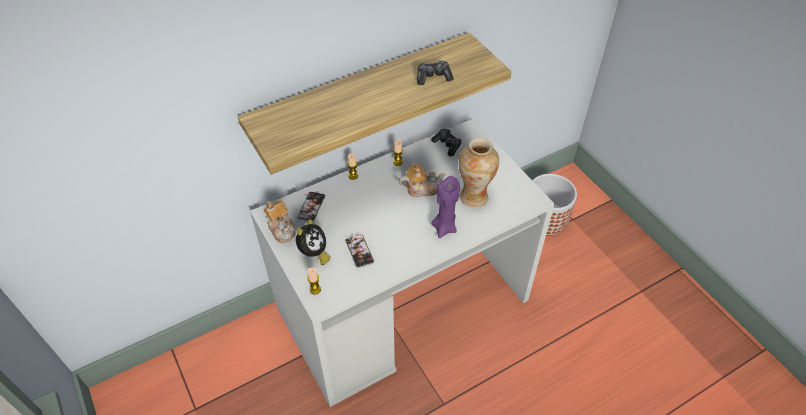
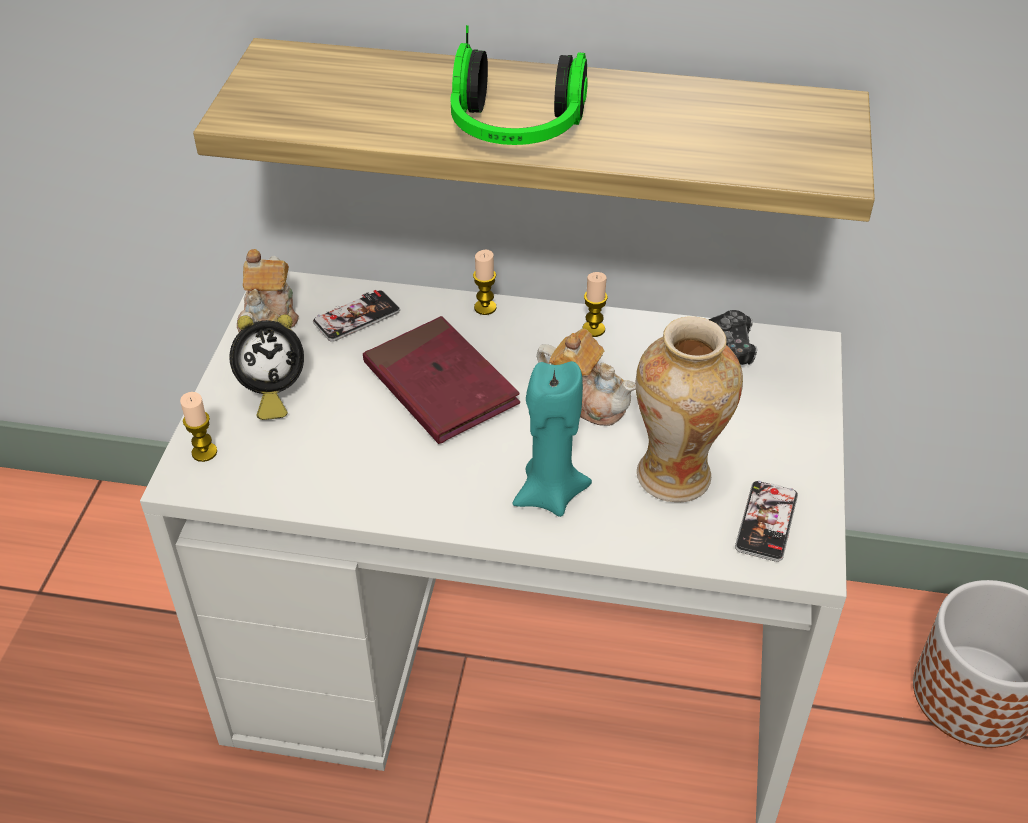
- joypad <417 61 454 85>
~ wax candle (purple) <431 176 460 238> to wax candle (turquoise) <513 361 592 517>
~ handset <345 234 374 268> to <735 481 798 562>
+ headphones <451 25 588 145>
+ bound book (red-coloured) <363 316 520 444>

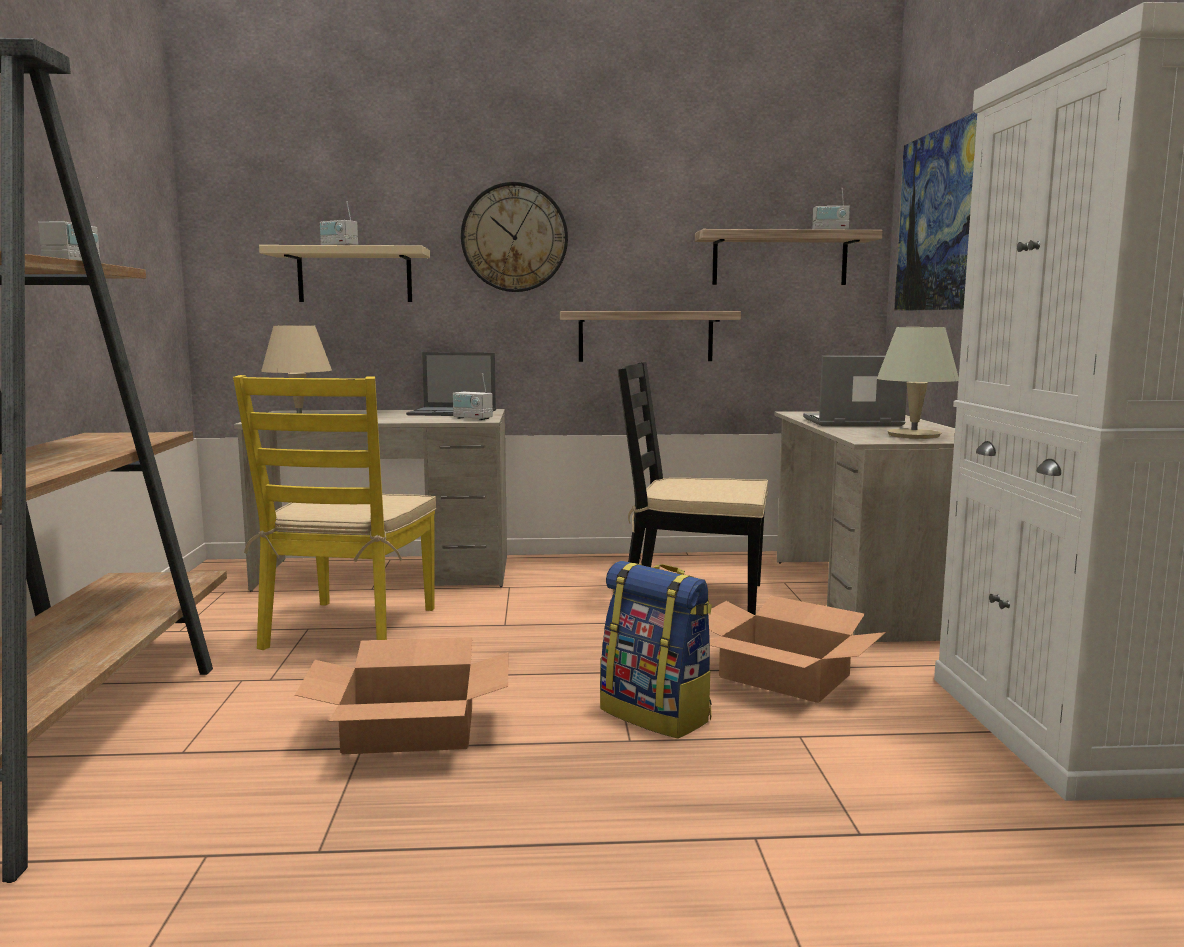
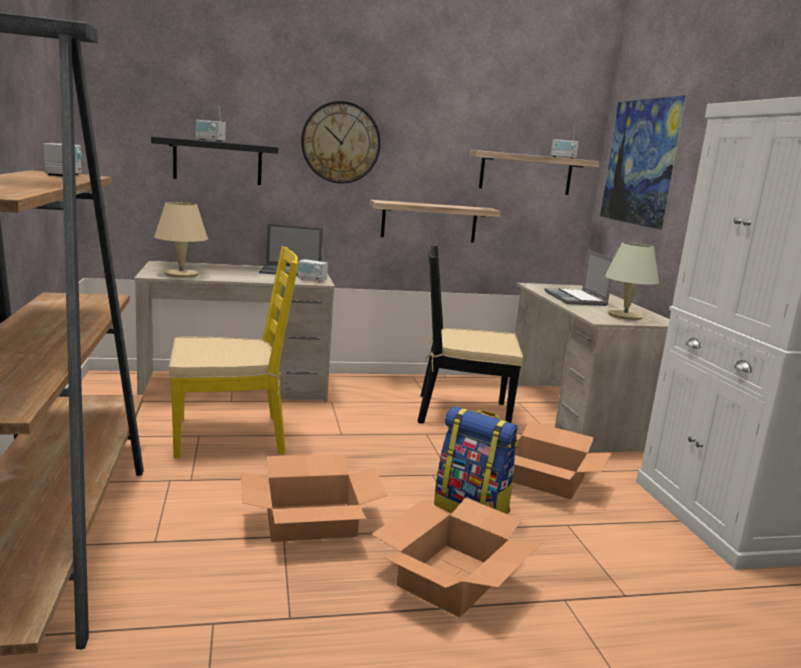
~ shelf (beige) <259 245 430 302> to shelf (black-coloured) <151 136 278 185>
~ laptop <803 356 907 426> = <544 250 614 306> 90 degrees counterclockwise
~ plain chair (yellowish) <233 375 436 650> = <169 246 299 458> 105 degrees counterclockwise
+ packing box <372 498 541 618>

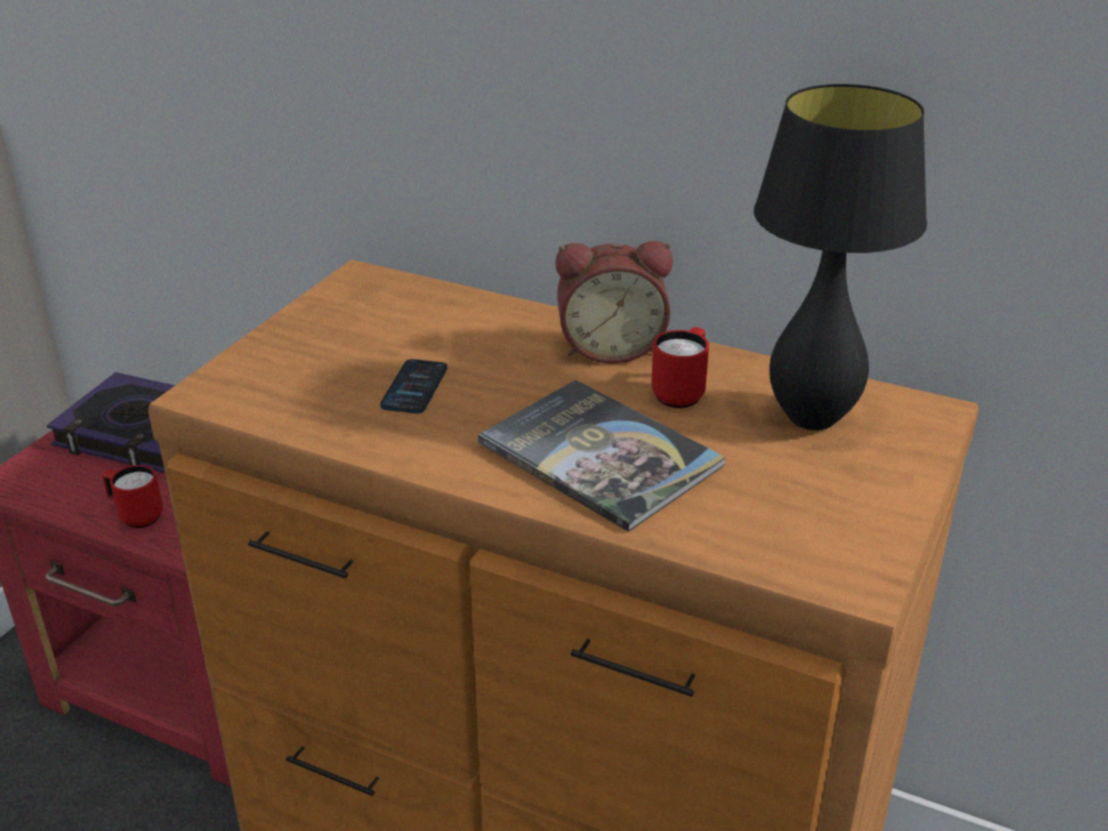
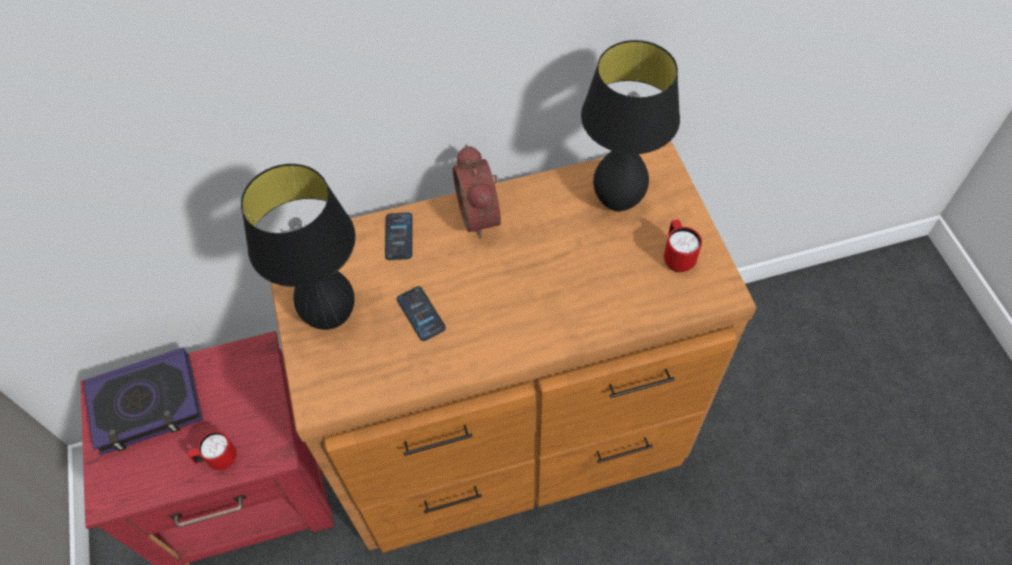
~ table clock <556 241 673 364> = <453 144 501 238> 120 degrees clockwise
~ coffee mug (red-coloured) <651 327 709 408> to <664 219 702 272>
- bound book <478 380 726 532>
+ tabletop lamp (black-coloured) <241 164 356 330>
+ handset <385 212 413 260>

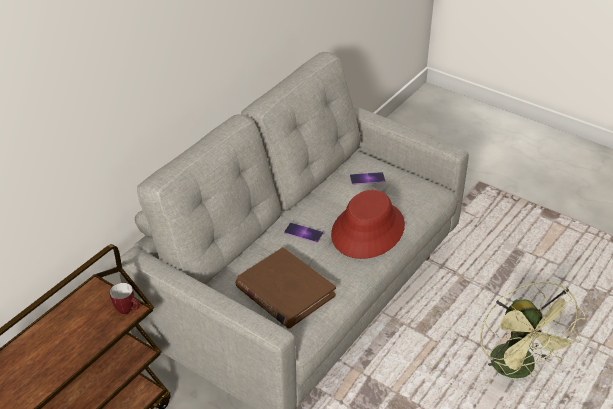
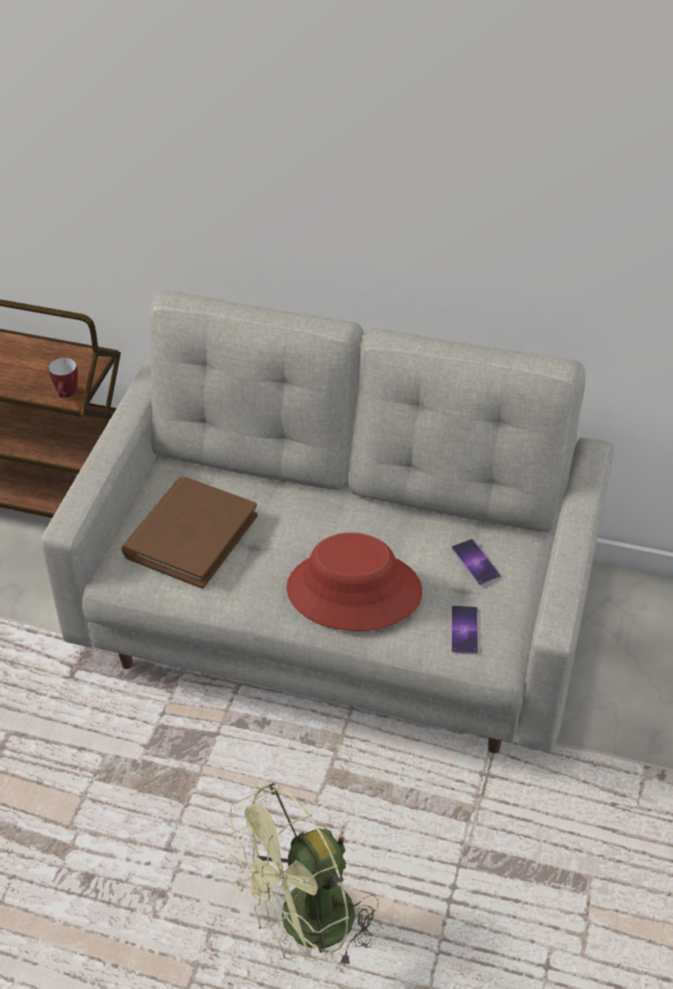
~ handset <284 223 323 243> to <451 606 478 654>

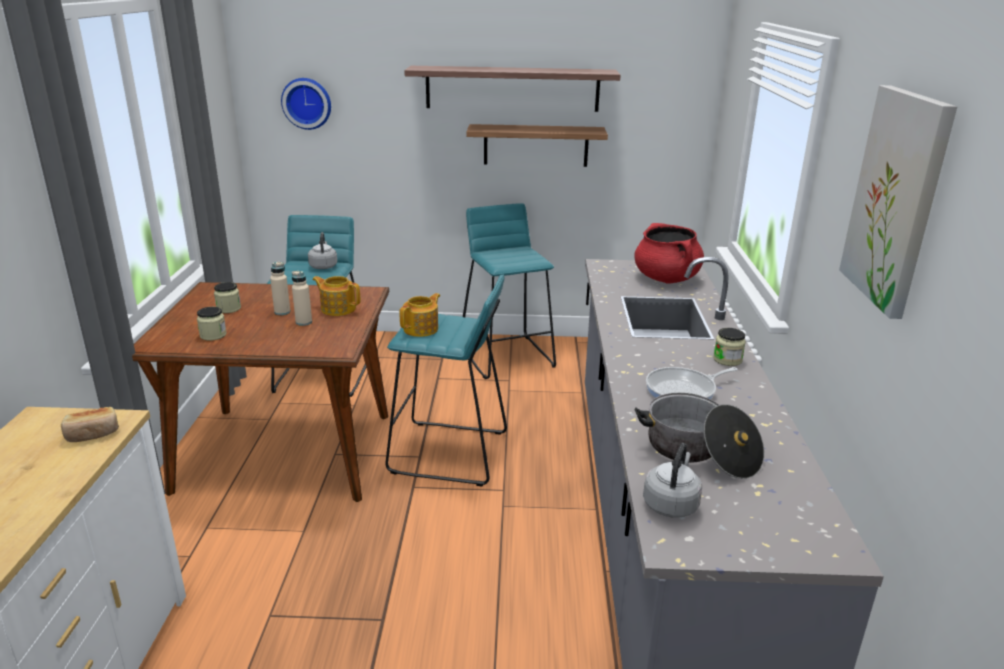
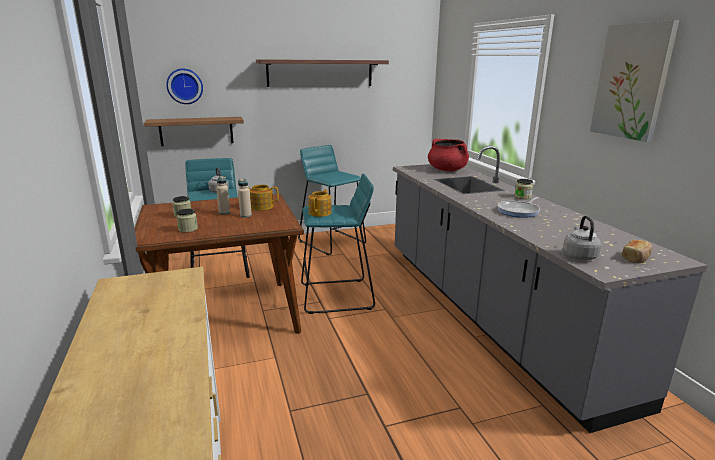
~ shelf <466 124 608 167> to <144 117 244 146>
- cooking pot <634 393 764 479>
~ baked bread <61 407 119 442> to <622 240 652 263>

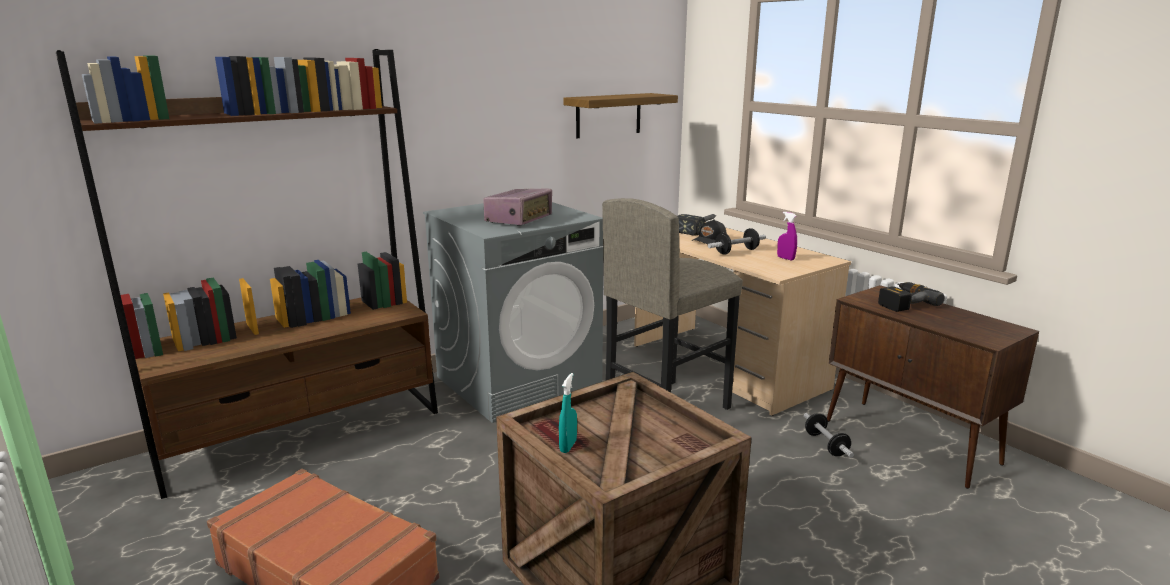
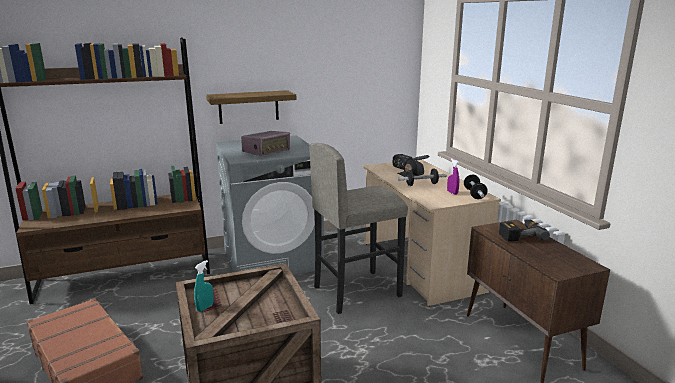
~ shelf <564 93 678 138> to <206 90 296 124>
~ hand weight <804 413 854 458> to <464 174 488 199>

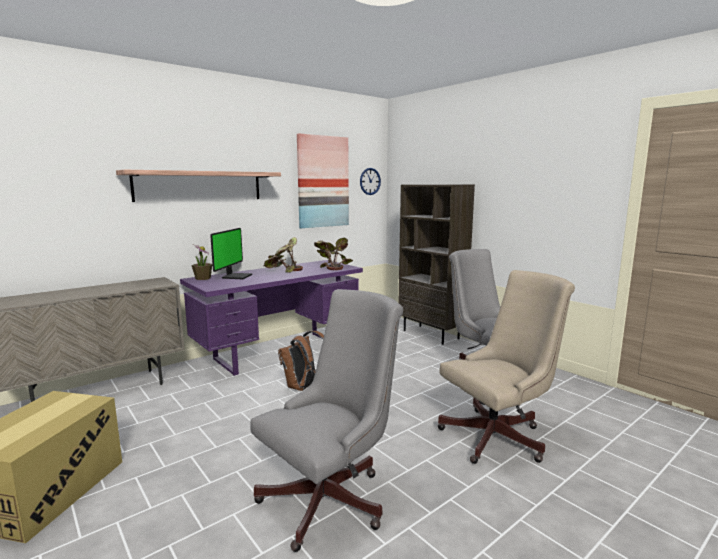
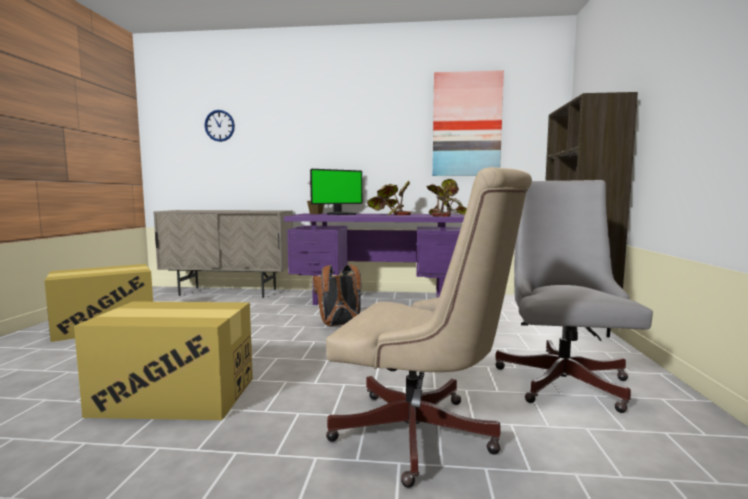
~ hanging clock <360 168 381 195> to <205 110 235 142>
- shelf <116 170 281 202>
~ desk chair (gray) <250 289 403 552> to packing box <74 301 253 420>

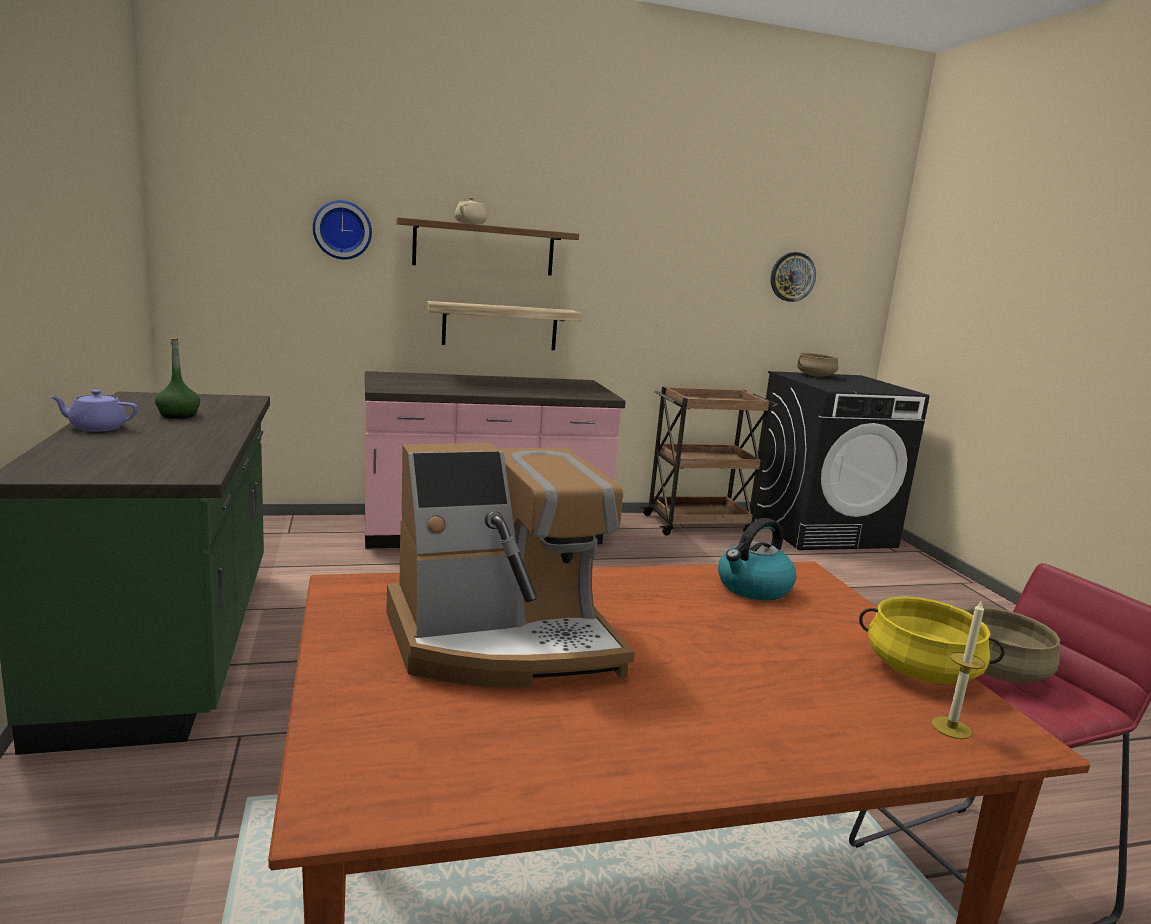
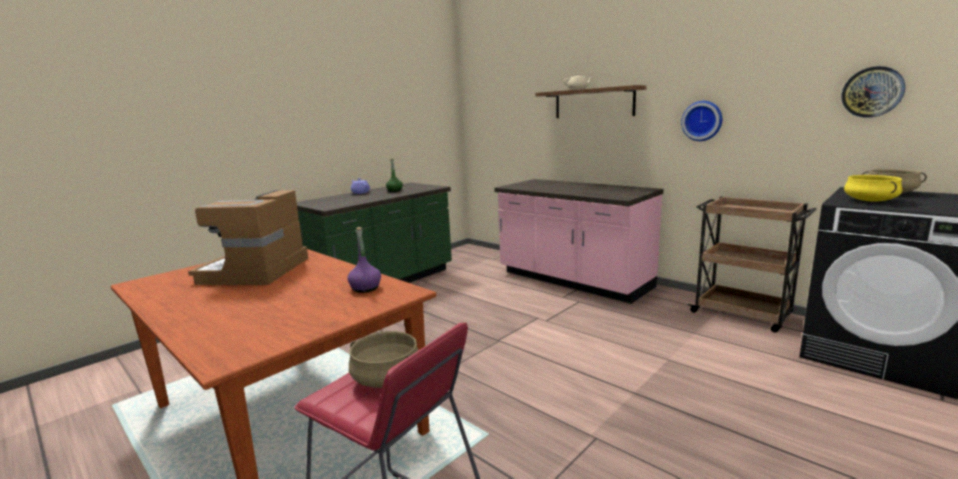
~ hanging clock <313 200 372 260> to <681 101 722 141>
- shelf <427 301 582 350>
~ coffee machine <386 443 635 688> = <188 190 308 285> 60 degrees clockwise
~ kettle <718 518 796 601> to bottle (purple) <347 227 381 293>
~ cooking pot (yellowish) <859 596 1005 684> to <844 175 902 202>
- wax candle <932 599 985 739>

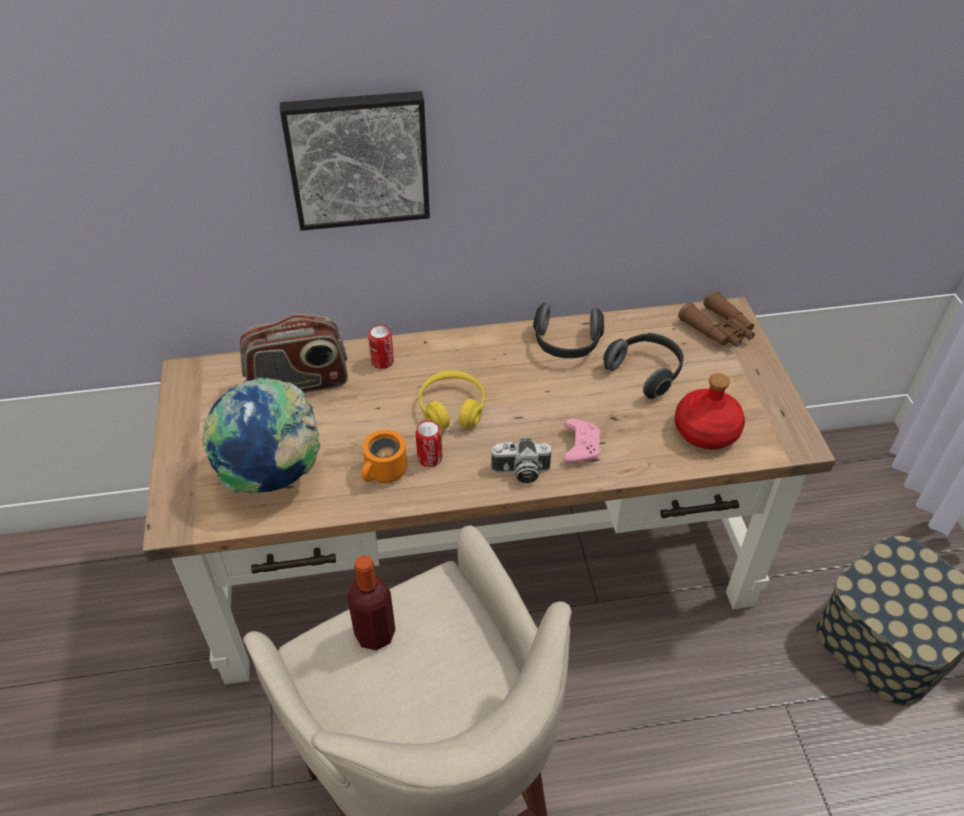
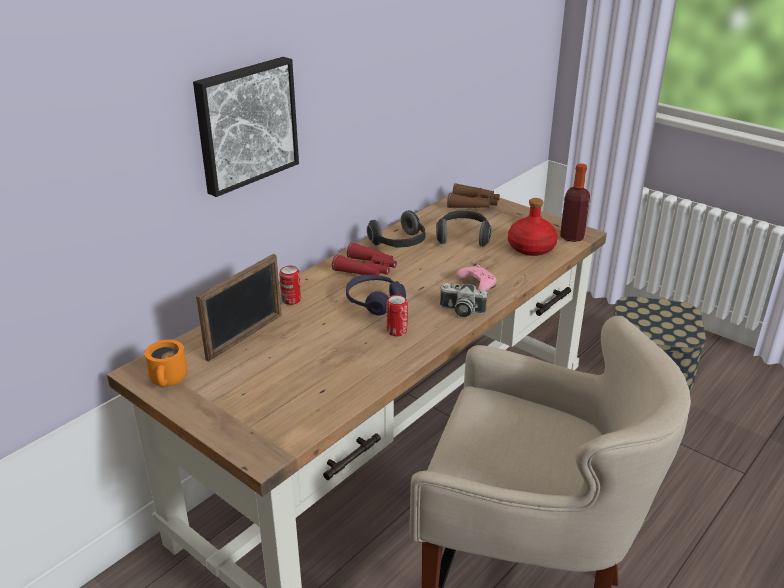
~ radio receiver <240 314 348 393> to standing frame <196 254 282 362>
~ headphones (yellowish) <419 370 485 431> to headphones (purple) <346 275 406 315>
- world globe <203 378 321 494>
~ coffee mug (orangey) <361 430 407 483> to <145 340 187 387>
~ photo camera <490 439 551 483> = <440 283 487 317> 60 degrees clockwise
~ bottle <347 555 395 651> to <560 163 590 242>
+ binoculars (red-coloured) <332 242 397 275>

